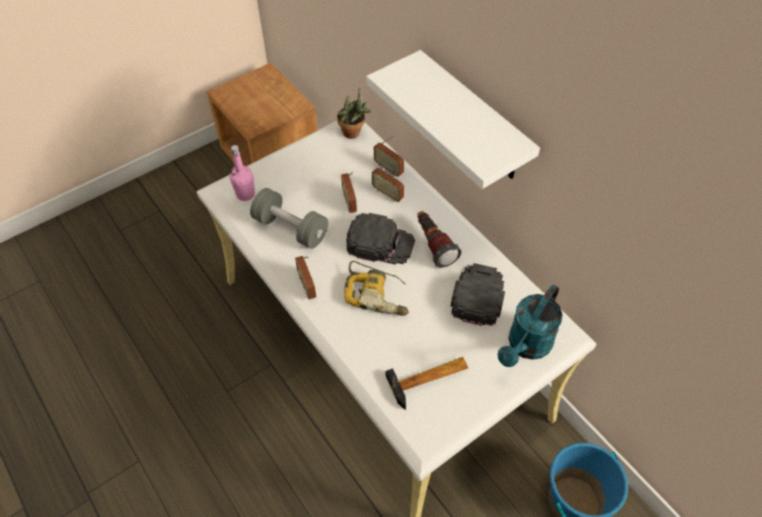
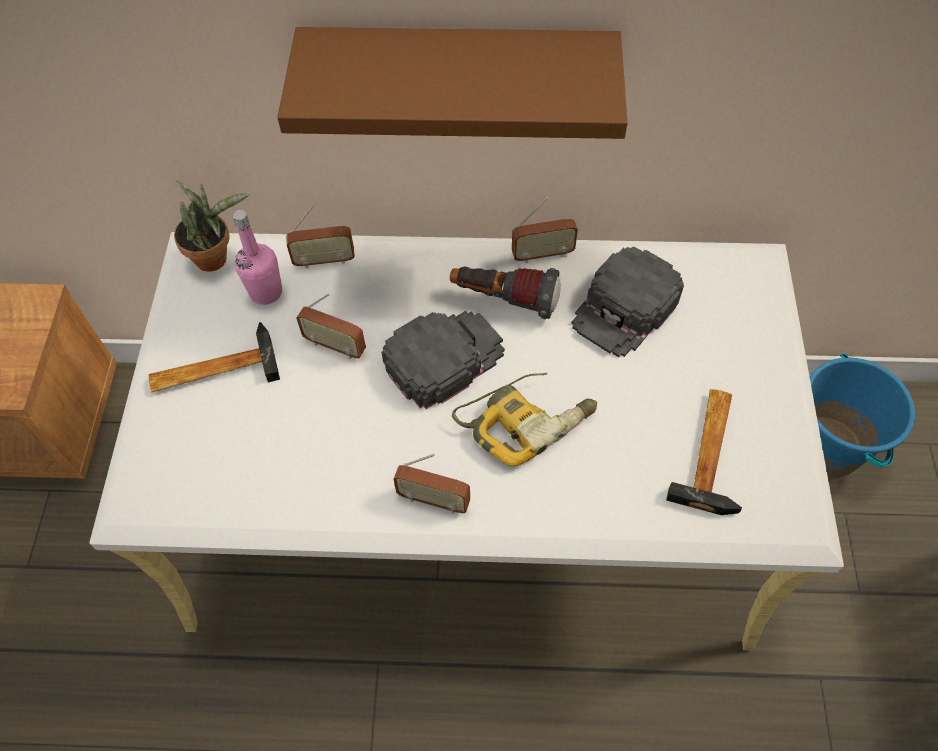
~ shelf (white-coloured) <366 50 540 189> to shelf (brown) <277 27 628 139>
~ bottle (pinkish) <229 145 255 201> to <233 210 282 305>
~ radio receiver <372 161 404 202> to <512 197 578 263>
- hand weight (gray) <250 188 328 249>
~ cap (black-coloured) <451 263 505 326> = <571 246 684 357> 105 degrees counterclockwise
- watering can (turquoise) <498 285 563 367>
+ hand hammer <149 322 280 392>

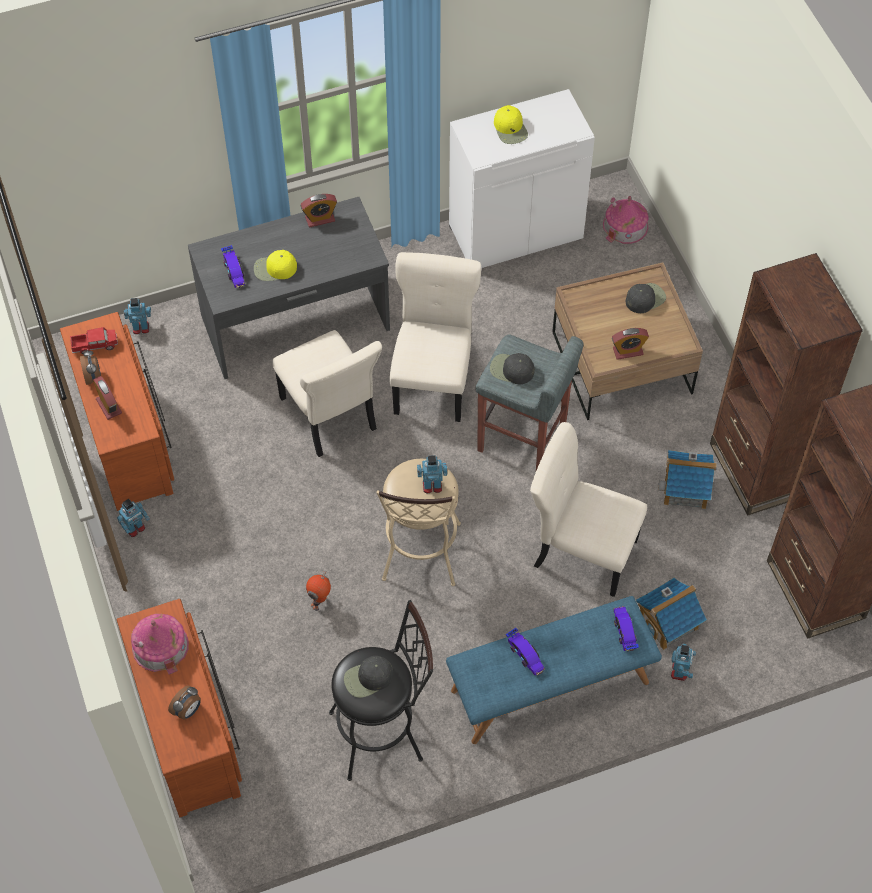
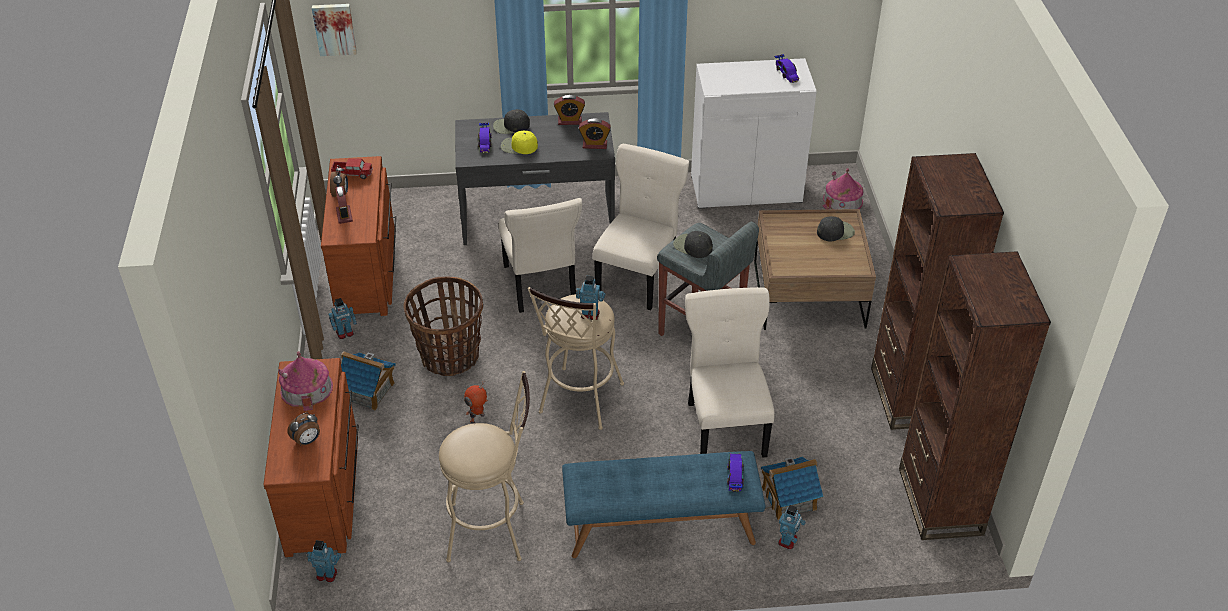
- cap (yellowish) <494 105 528 144>
~ toy robot <124 298 151 334> to <307 540 341 582>
~ table clock <612 328 649 360> to <579 118 611 149>
~ plain chair (beige) <530 422 647 597> = <685 287 775 458> 45 degrees clockwise
~ model house <658 450 717 509> to <341 351 396 410>
~ stool seat (black-coloured) <329 600 433 781> to stool seat (beige) <439 371 530 562>
~ toy car <506 628 545 676> to <775 54 799 83>
~ cap (black-coloured) <344 656 393 698> to <493 109 530 134>
+ wall picture <312 4 357 56>
+ basket <404 277 483 376>

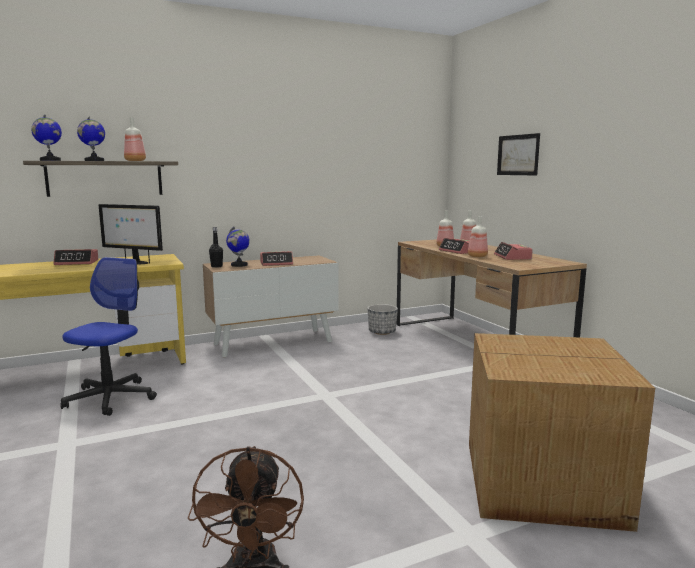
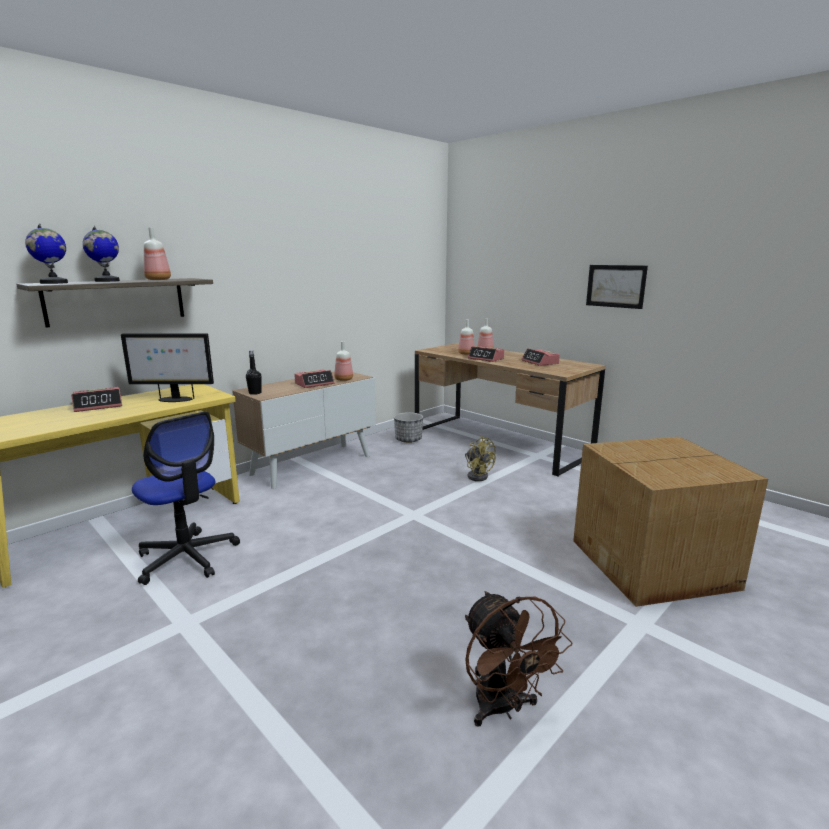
~ wall picture <497 133 540 175> to <586 265 648 309>
~ bottle <468 216 488 258> to <334 341 353 381>
- world globe <226 226 250 267>
~ desk chair <60 257 157 416> = <132 412 240 585> 135 degrees clockwise
+ fan (yellowish) <465 436 496 481>

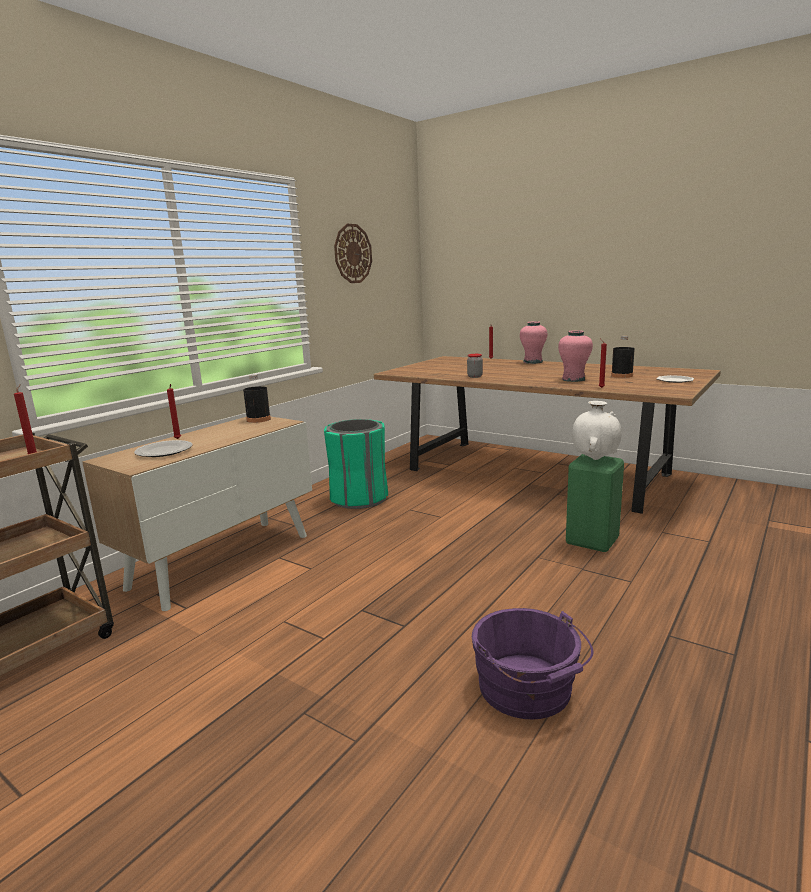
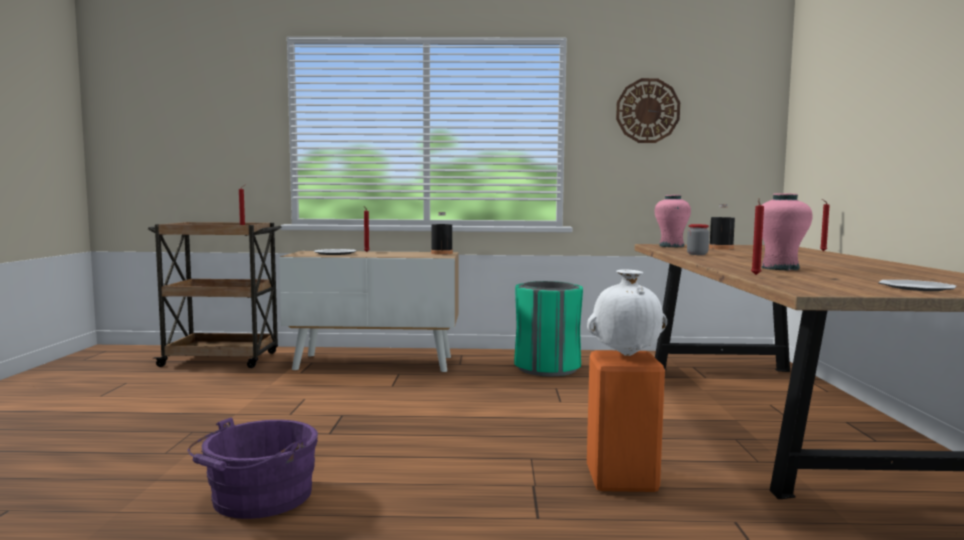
~ vase (pinkish) <520 321 547 364> to <655 195 691 247>
~ bottle (black-coloured) <611 336 635 378> to <709 204 735 250>
~ stool seat (greenish) <566 454 624 552> to stool seat (orangey) <587 350 665 492>

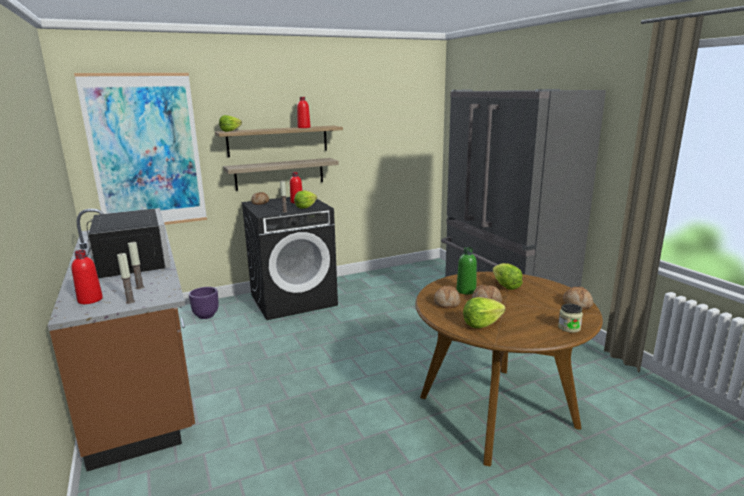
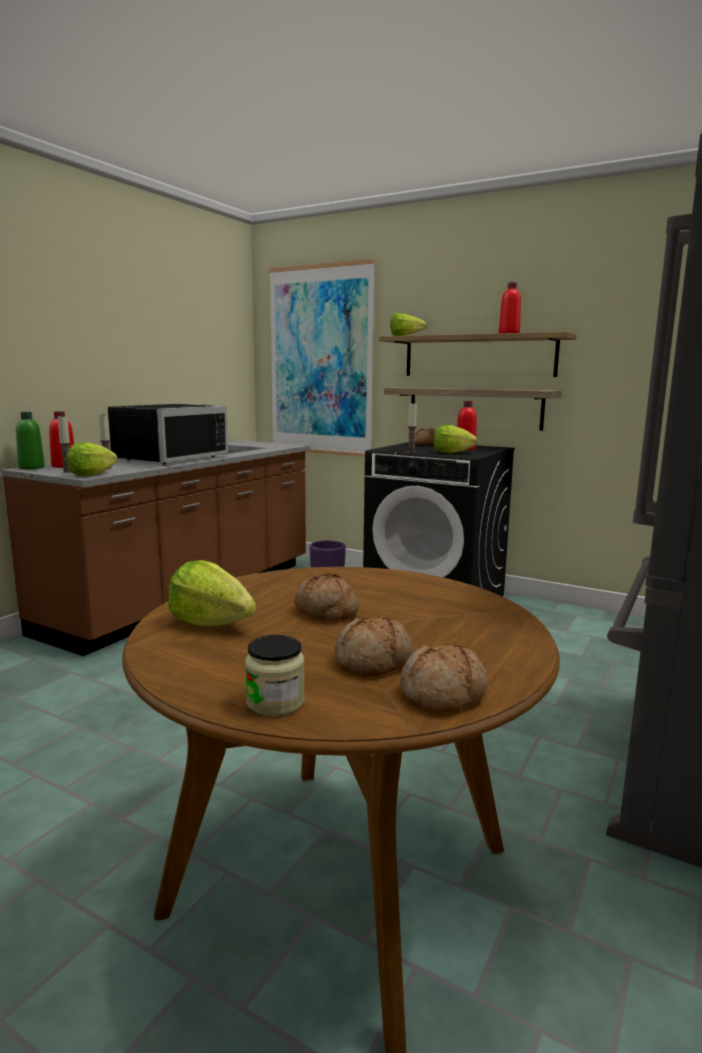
~ bottle (greenish) <456 247 477 294> to <16 412 45 469>
~ lettuce <493 263 523 290> to <67 442 118 476>
~ baked bread <434 286 460 308> to <334 617 413 676>

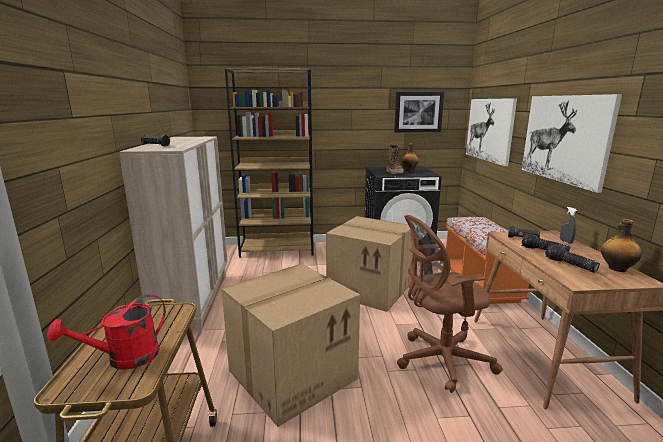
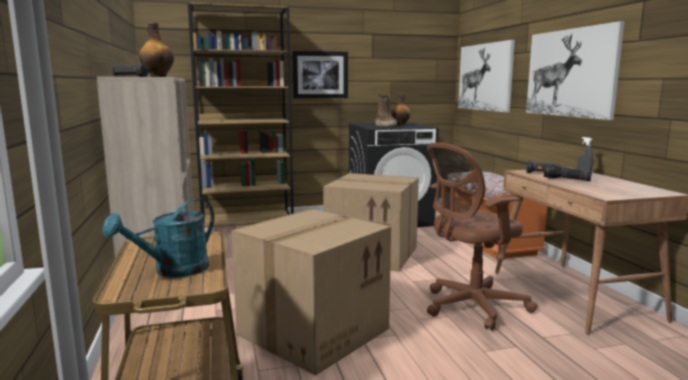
~ wall picture <394 92 444 133> to <292 51 348 99>
~ bottle <601 219 642 272> to <139 22 174 77>
- hand torch <545 244 600 273>
~ watering can (red-coloured) <47 294 166 370> to watering can (turquoise) <102 198 214 277>

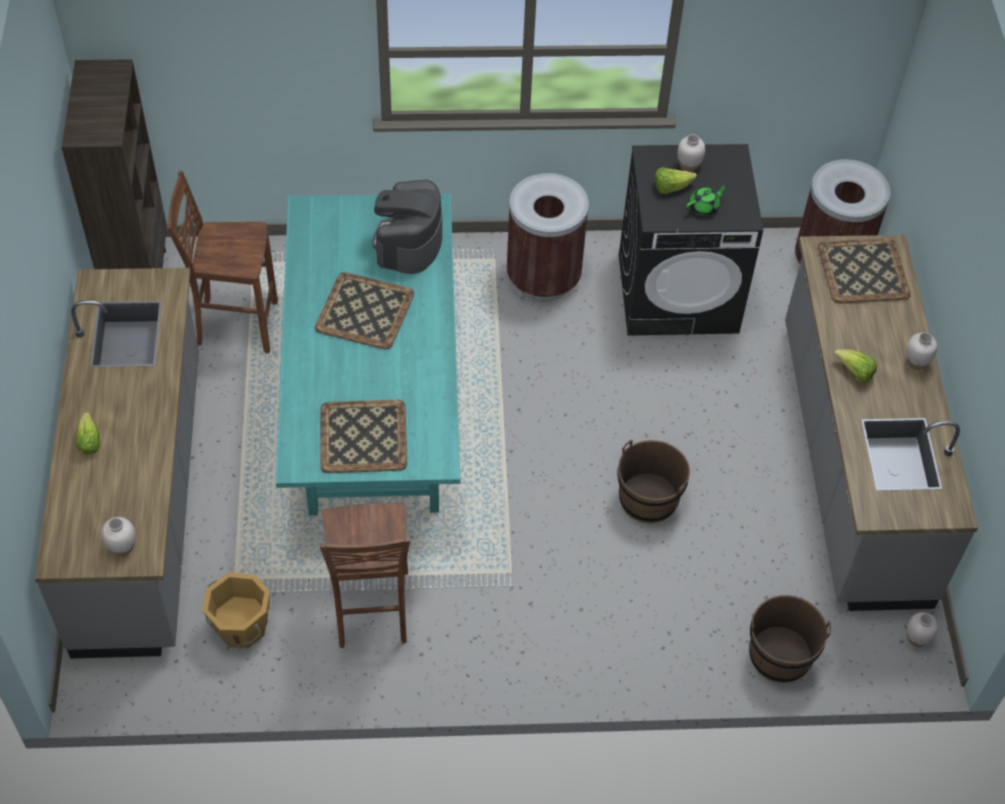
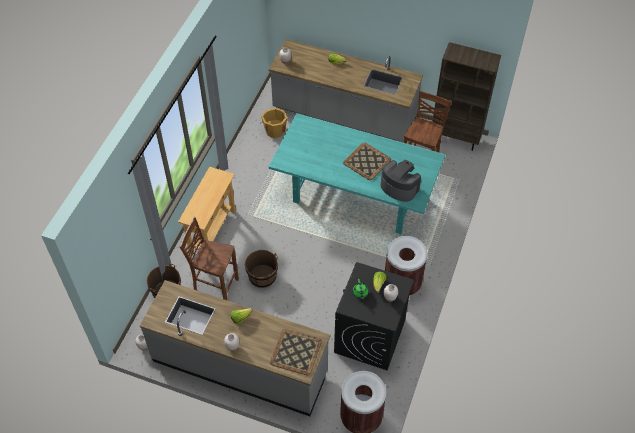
- tray <320 400 407 473>
~ stool seat (brown) <320 503 410 648> to <179 217 239 301>
+ hall table (beige) <178 167 235 254>

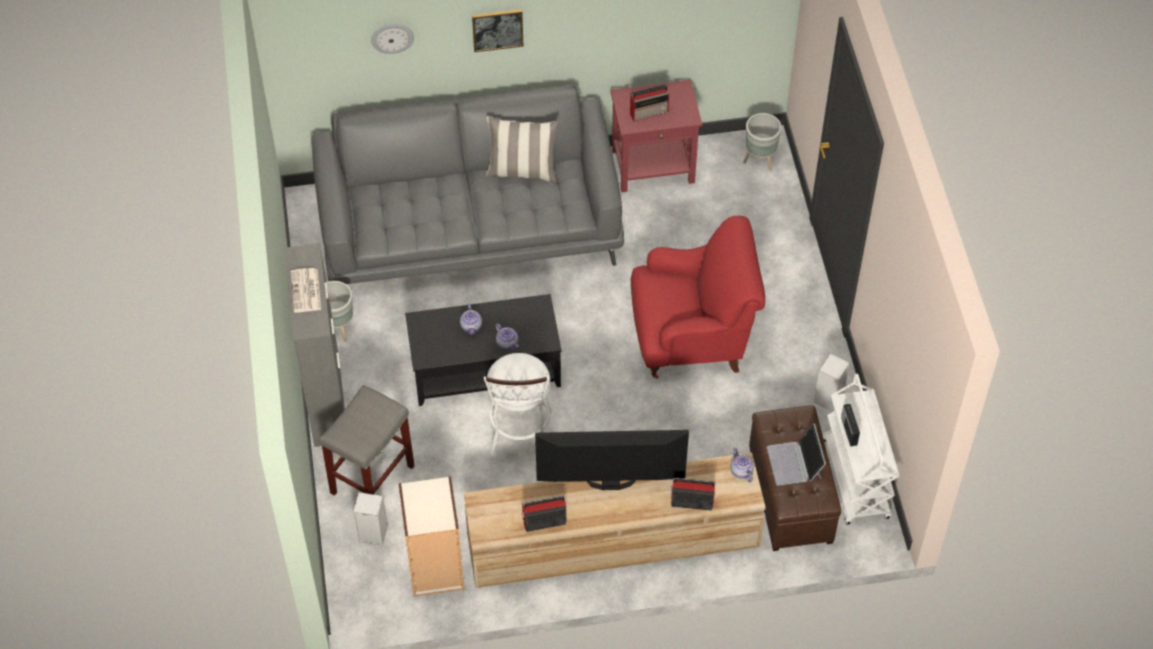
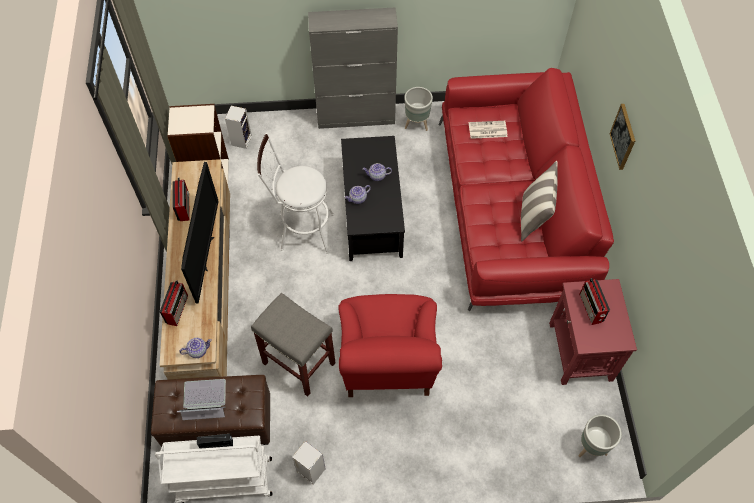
- hanging clock <371 24 414 54>
~ couch (gray) <312 84 624 284> to couch (red-coloured) <439 68 614 311>
~ daily paper <291 268 321 313> to <469 121 507 139>
~ stool seat (gray) <319 385 414 496> to <251 293 336 397>

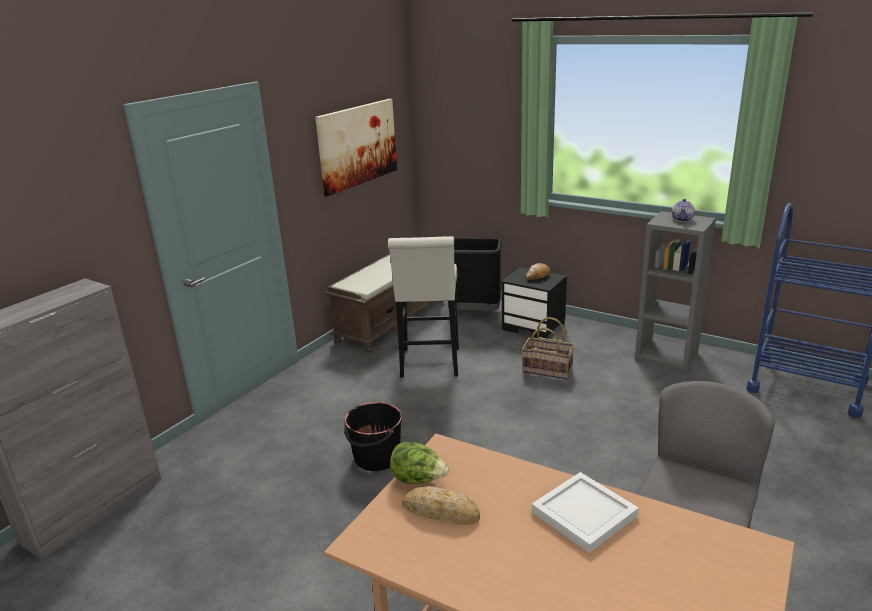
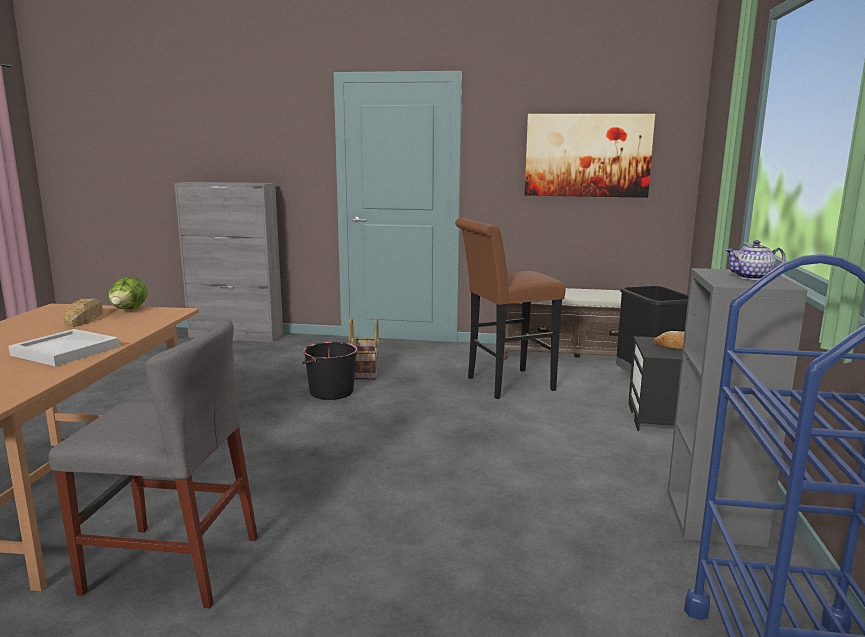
~ stool seat (white-coloured) <388 236 459 378> to stool seat (brown) <455 218 566 399>
~ basket <522 317 575 379> to <349 317 379 379>

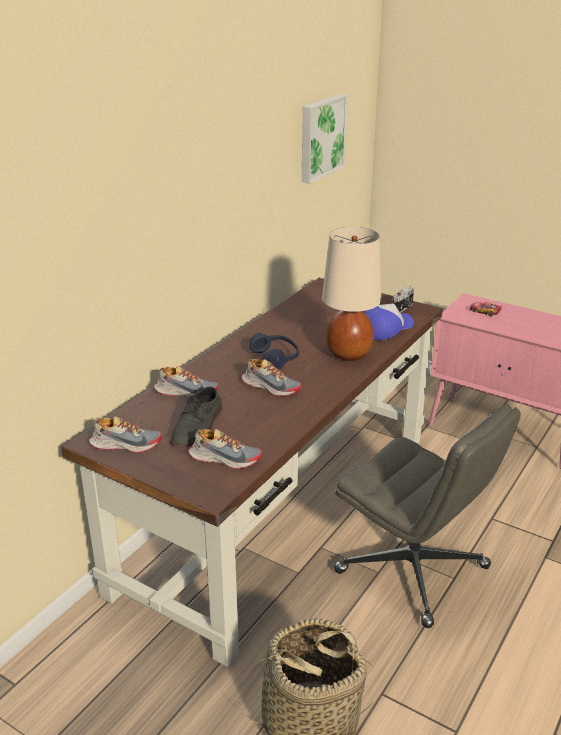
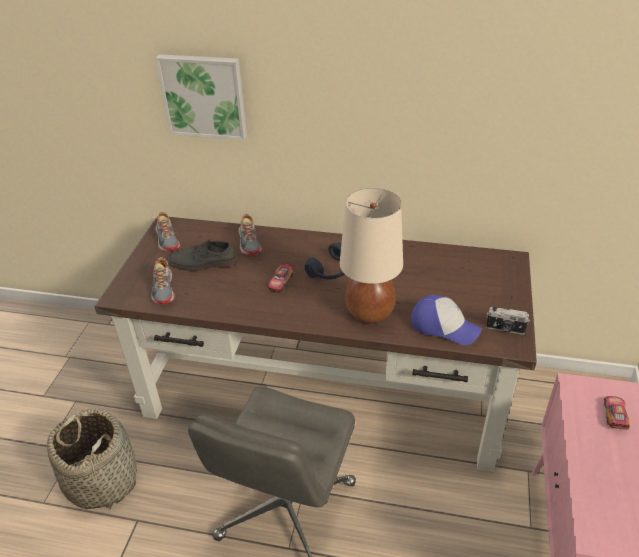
~ wall picture <302 94 348 184> to <155 54 247 140>
~ low shoe <242 359 301 396> to toy car <268 262 294 292>

